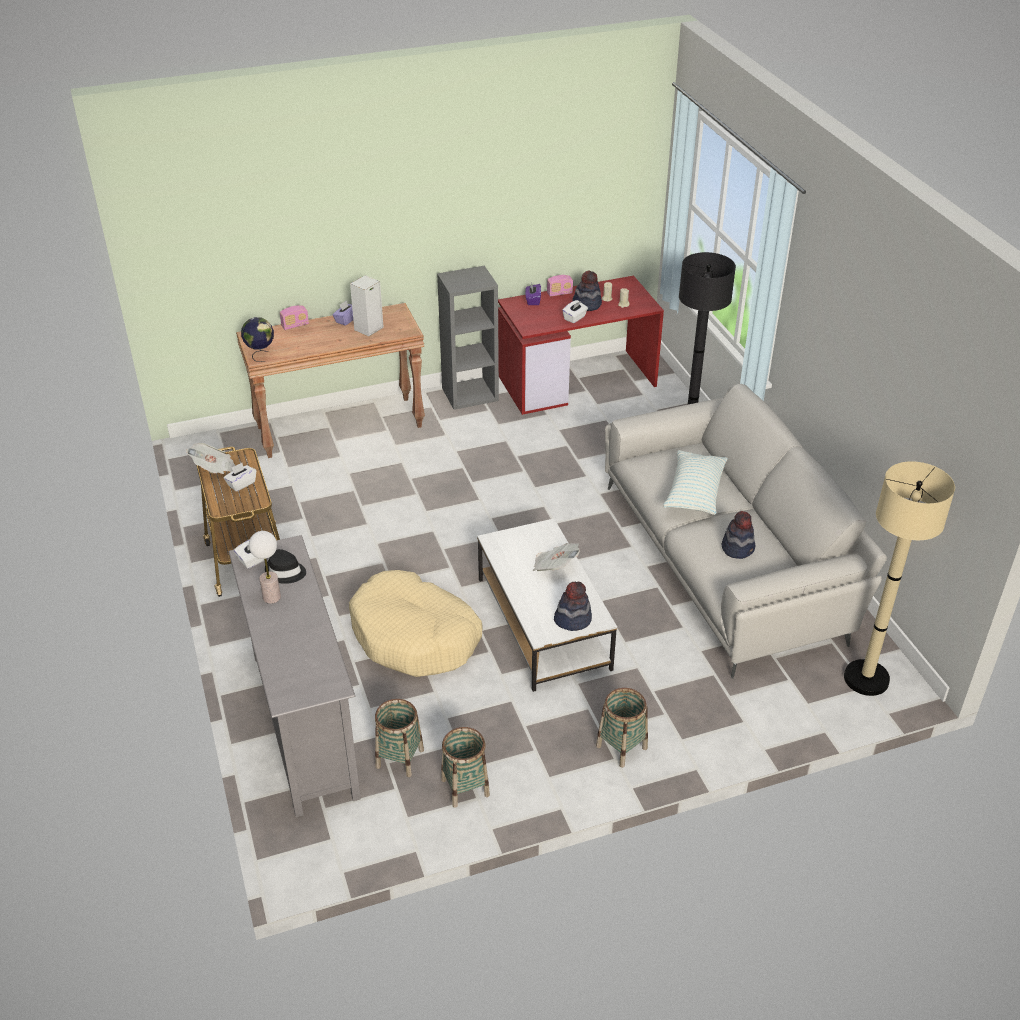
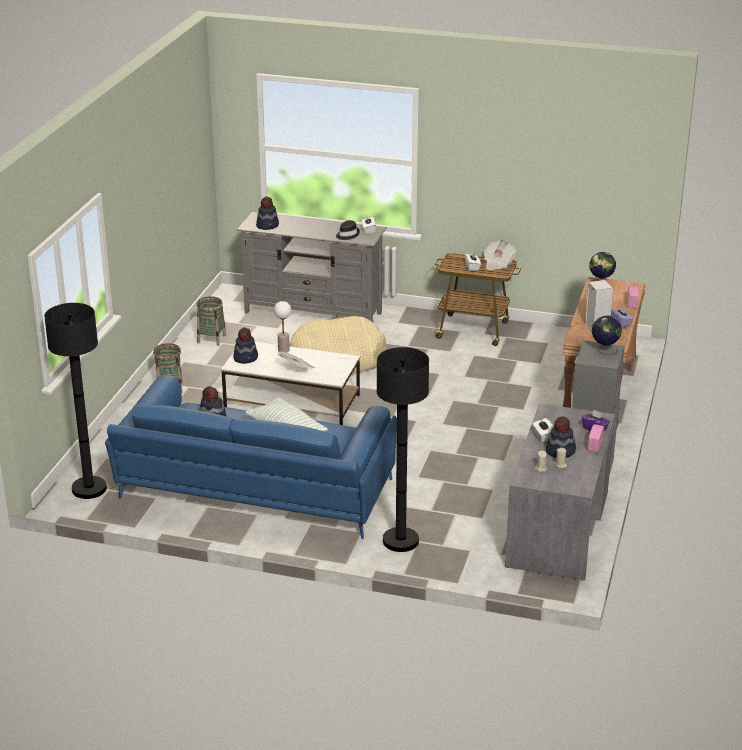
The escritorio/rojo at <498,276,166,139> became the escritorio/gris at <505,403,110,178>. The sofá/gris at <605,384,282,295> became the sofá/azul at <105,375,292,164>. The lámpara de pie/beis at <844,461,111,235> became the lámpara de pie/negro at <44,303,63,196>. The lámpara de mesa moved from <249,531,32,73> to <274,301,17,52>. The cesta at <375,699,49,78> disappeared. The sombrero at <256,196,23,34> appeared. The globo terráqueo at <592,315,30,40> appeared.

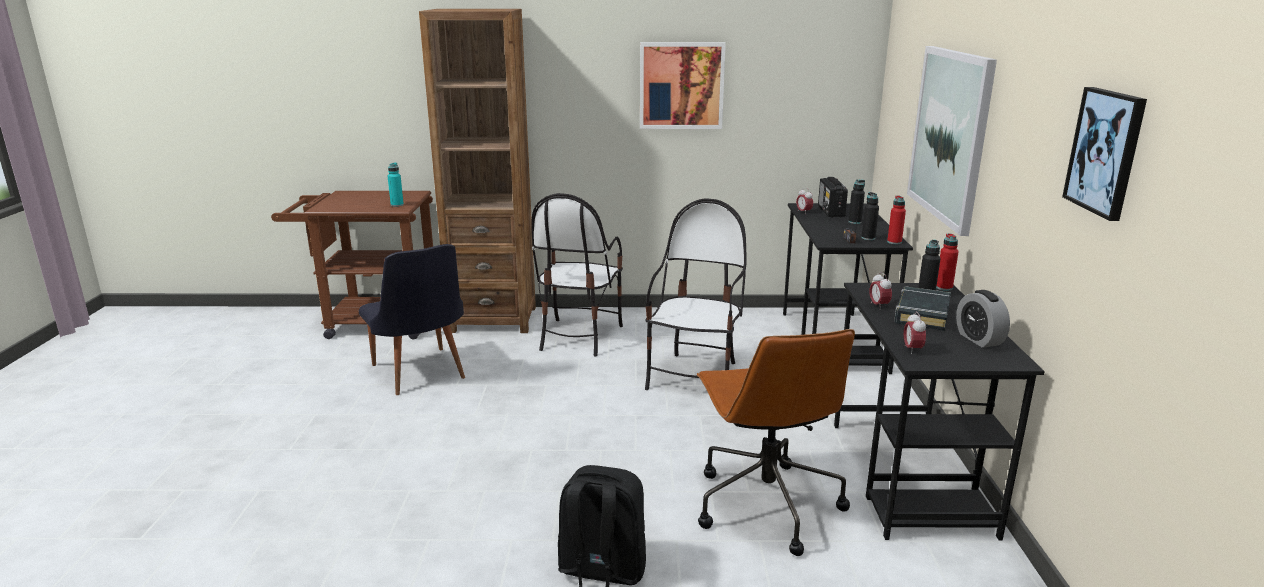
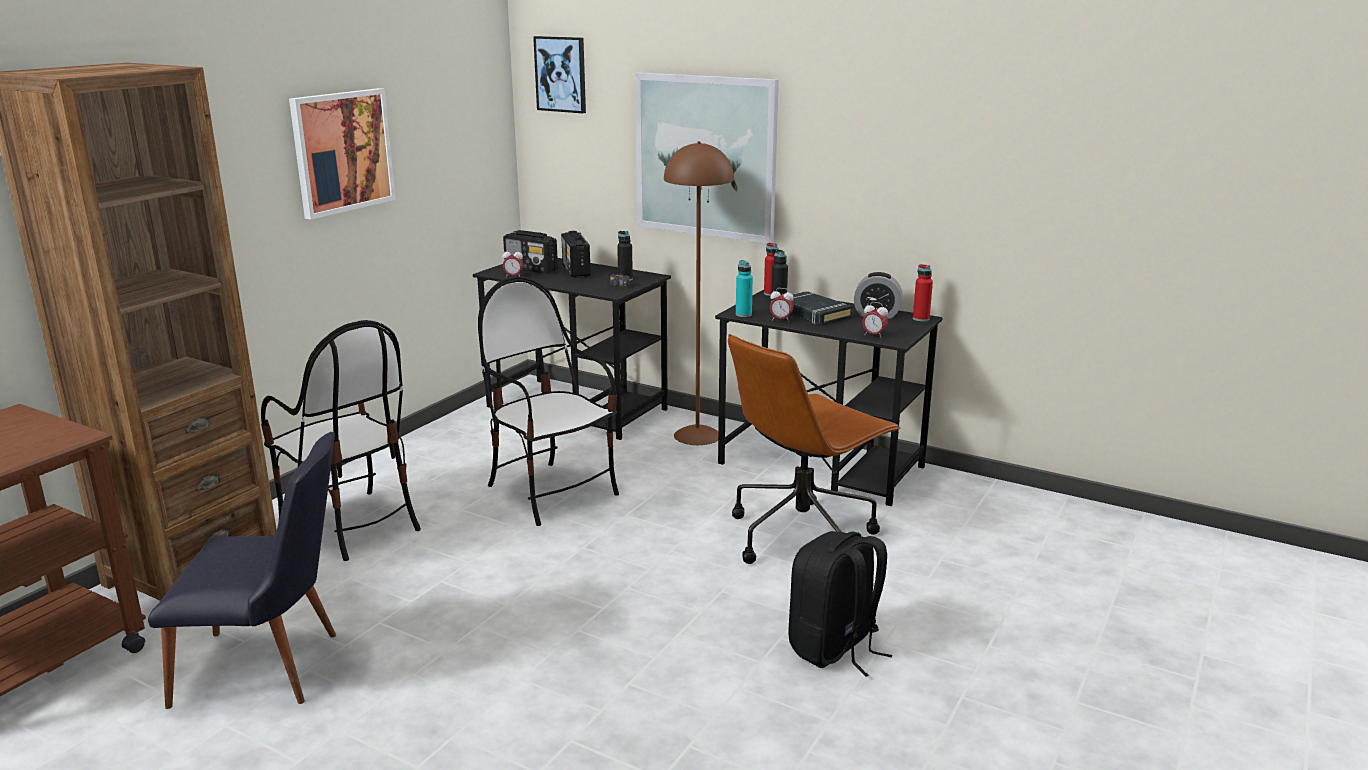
The cuadro moved from <1062,87,85,134> to <533,36,53,77>. The botella/turquesa moved from <388,163,16,44> to <736,260,17,57>. The botella/negro at <848,180,17,44> was replaced by the radio at <561,231,30,47>. The botella/rojo moved from <887,195,19,49> to <913,264,20,57>. The silla de oficina/marrón at <697,329,158,227> turned 120 degrees clockwise. The lámpara de pie/marrón at <664,141,70,304> appeared.

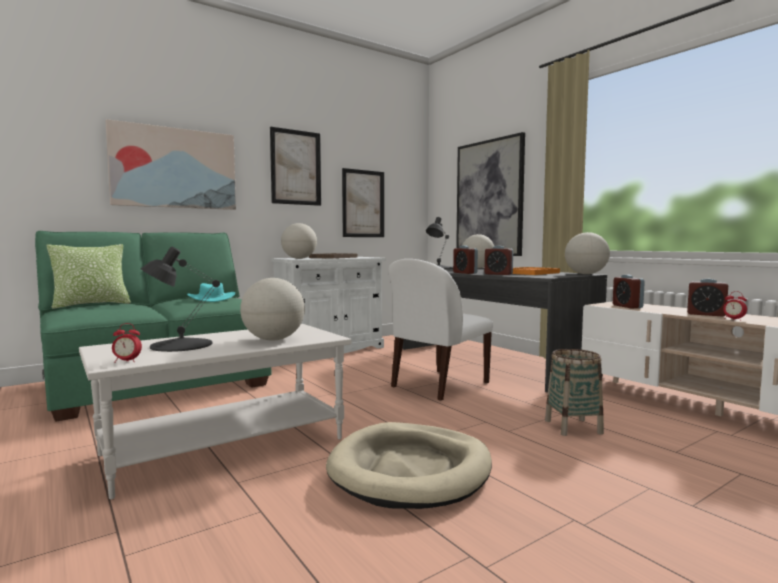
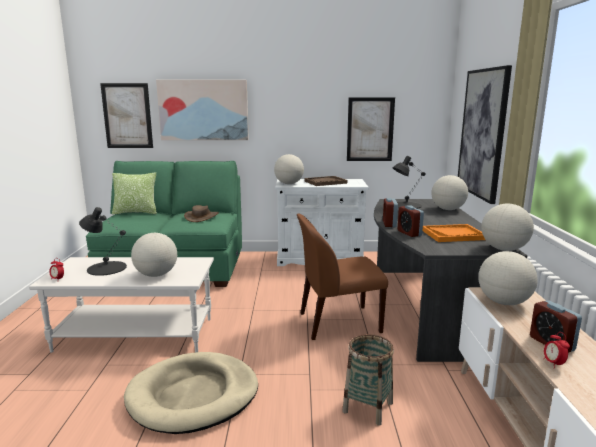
The cuadro moved from <270,126,51,80> to <100,83,53,65>. The silla/blanco at <388,259,105,142> became the silla/marrón at <297,214,91,126>. The despertador at <613,275,32,33> was replaced by the globo terráqueo at <478,251,60,54>. The sombrero/turquesa at <187,283,48,19> became the sombrero/marrón at <184,205,35,17>.

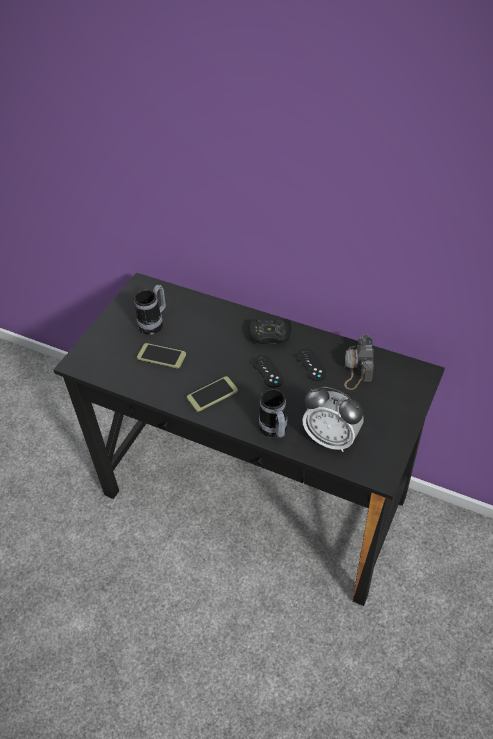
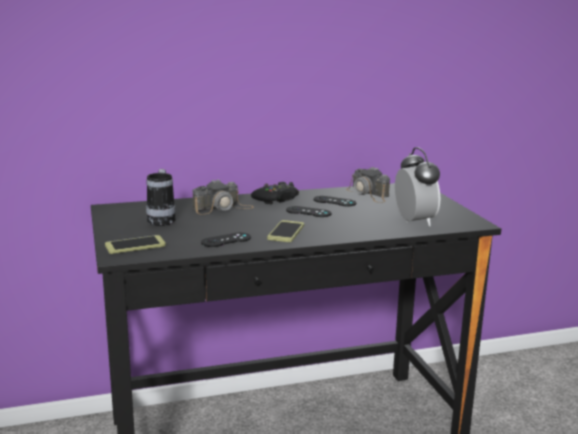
The móvil moved from <137,343,49,25> to <105,235,61,19>. The despertador at <302,387,61,65> turned 90 degrees counterclockwise. The taza grande at <259,389,29,49> disappeared. The cámara at <193,179,61,36> appeared. The mando de consola/negro at <201,233,50,14> appeared.

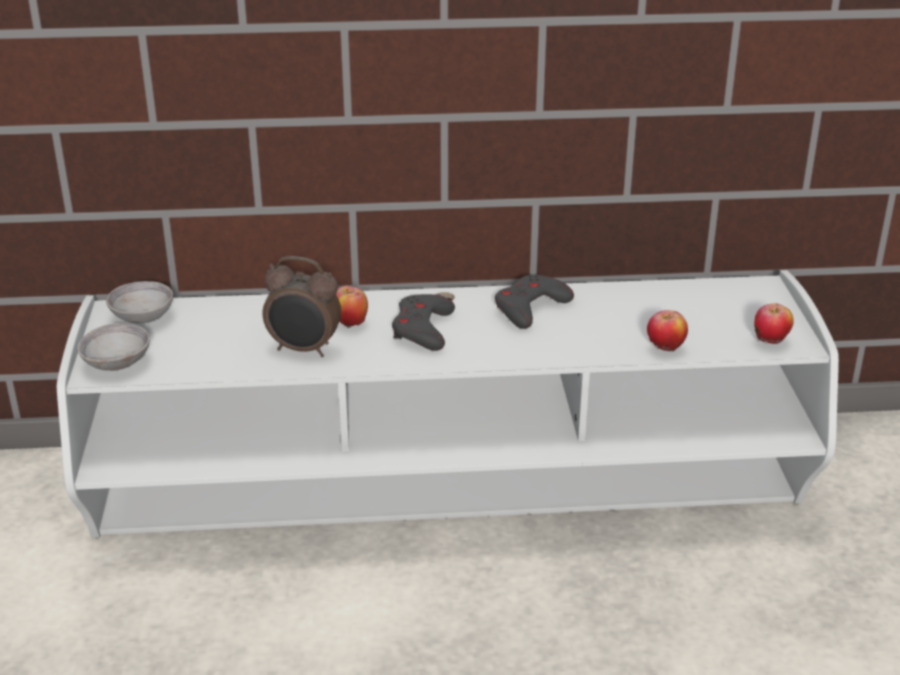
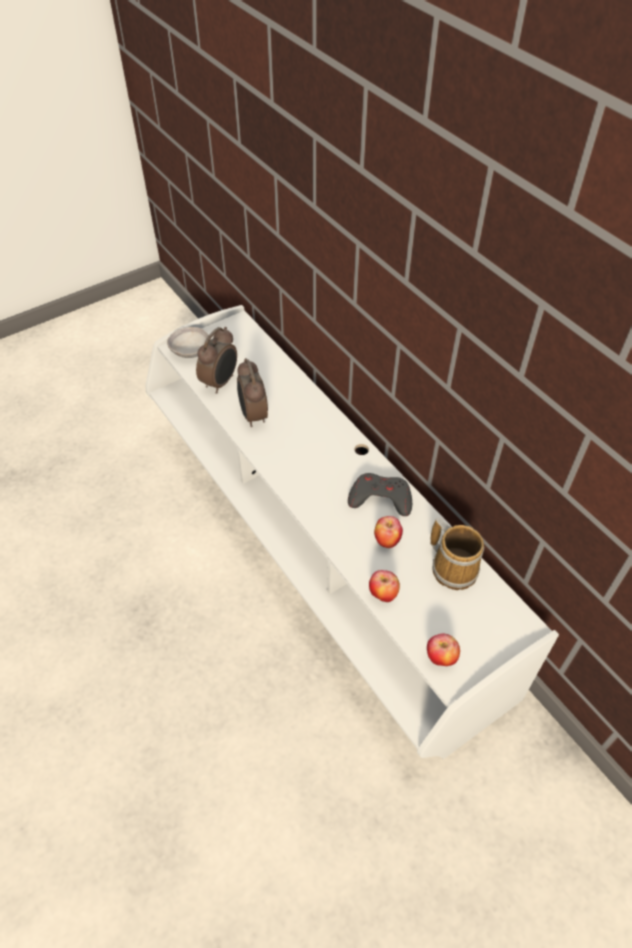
The cuenco/gris at <106,281,67,42> disappeared. The manzana moved from <336,286,32,42> to <374,516,29,32>. The mando de consola/gris at <392,294,63,57> disappeared. The despertador at <196,327,41,67> appeared. The taza grande at <430,517,54,73> appeared.

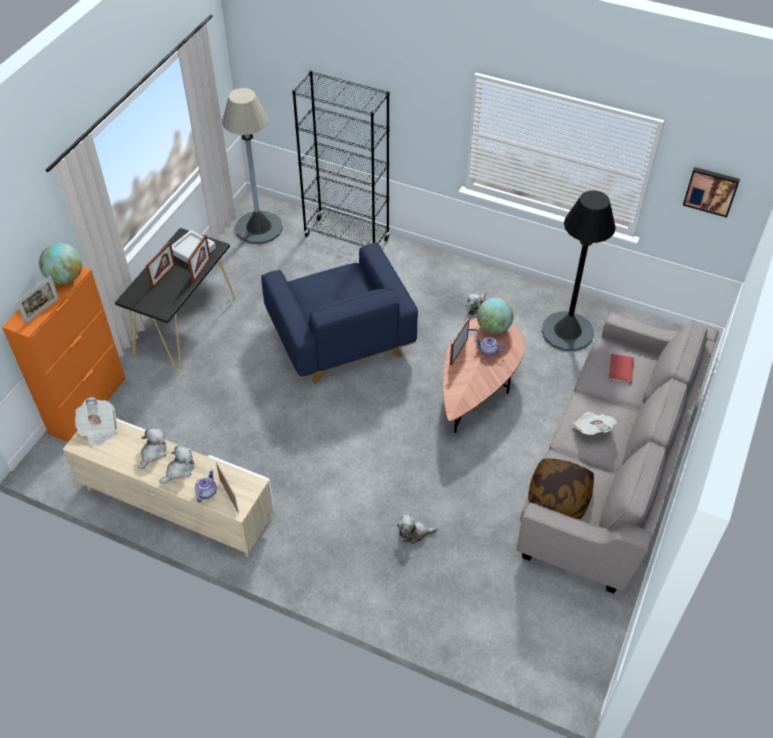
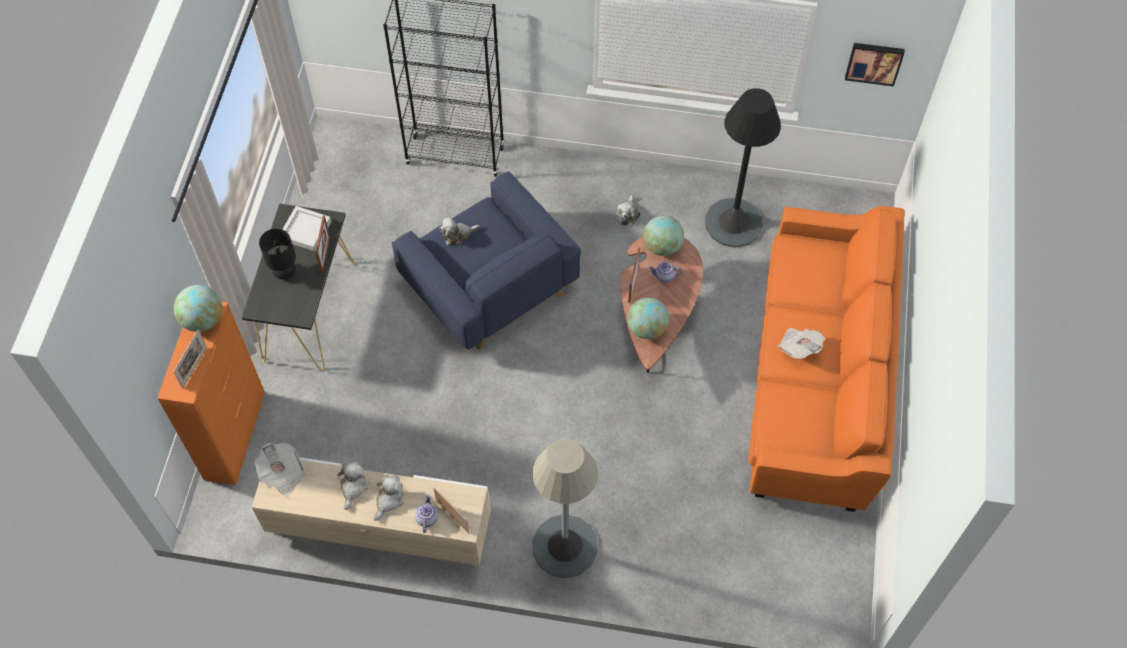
The lámpara de pie/gris moved from <222,88,61,156> to <533,439,65,139>. The portarretratos at <145,242,31,47> was replaced by the lámpara de mesa/negro at <259,228,37,51>. The sofá/gris at <516,313,203,281> became the sofá/naranja at <748,206,157,306>. The libro/rojo at <608,354,26,30> disappeared. The cojín at <528,458,66,61> disappeared. The peluche moved from <397,515,41,29> to <439,217,41,29>. The globo terráqueo at <627,297,42,42> appeared.

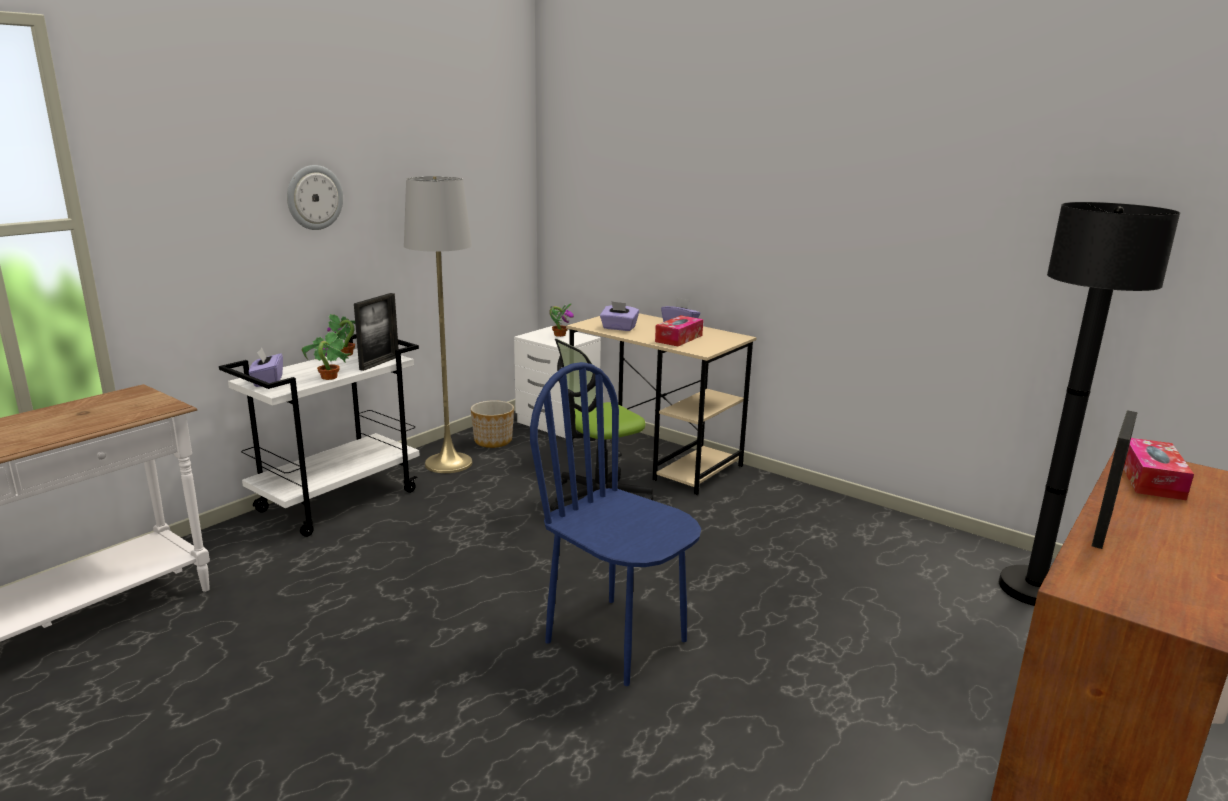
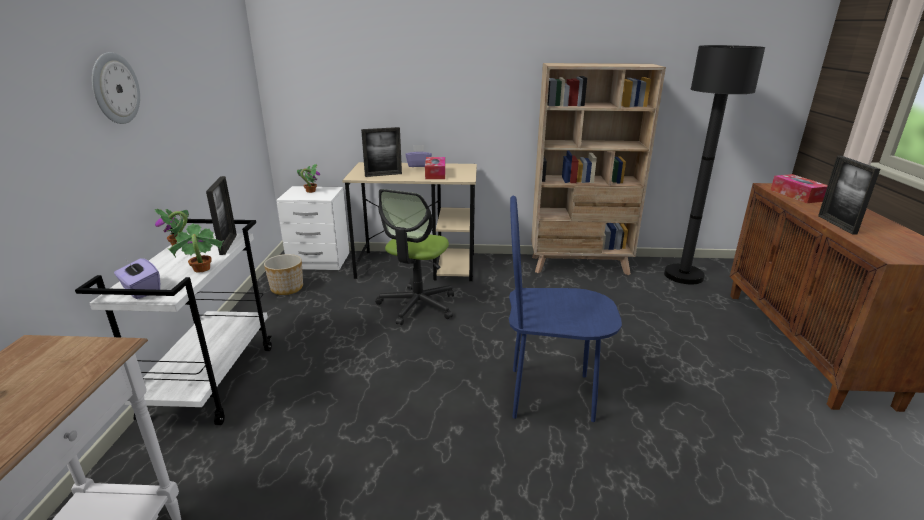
The lámpara de pie/gris at <404,176,69,297> disappeared. The caja de pañuelos/morado at <600,301,39,30> was replaced by the portarretratos at <361,127,41,50>. The estantería/beis at <531,63,135,212> appeared.

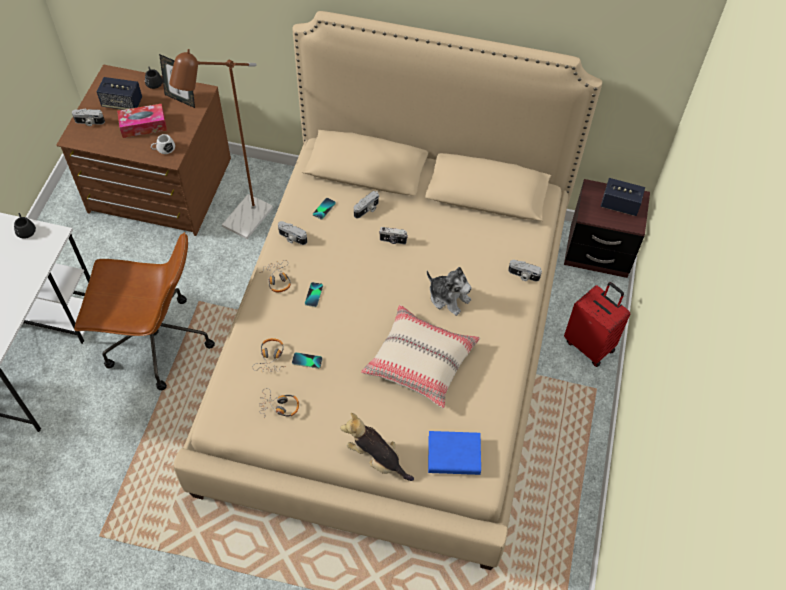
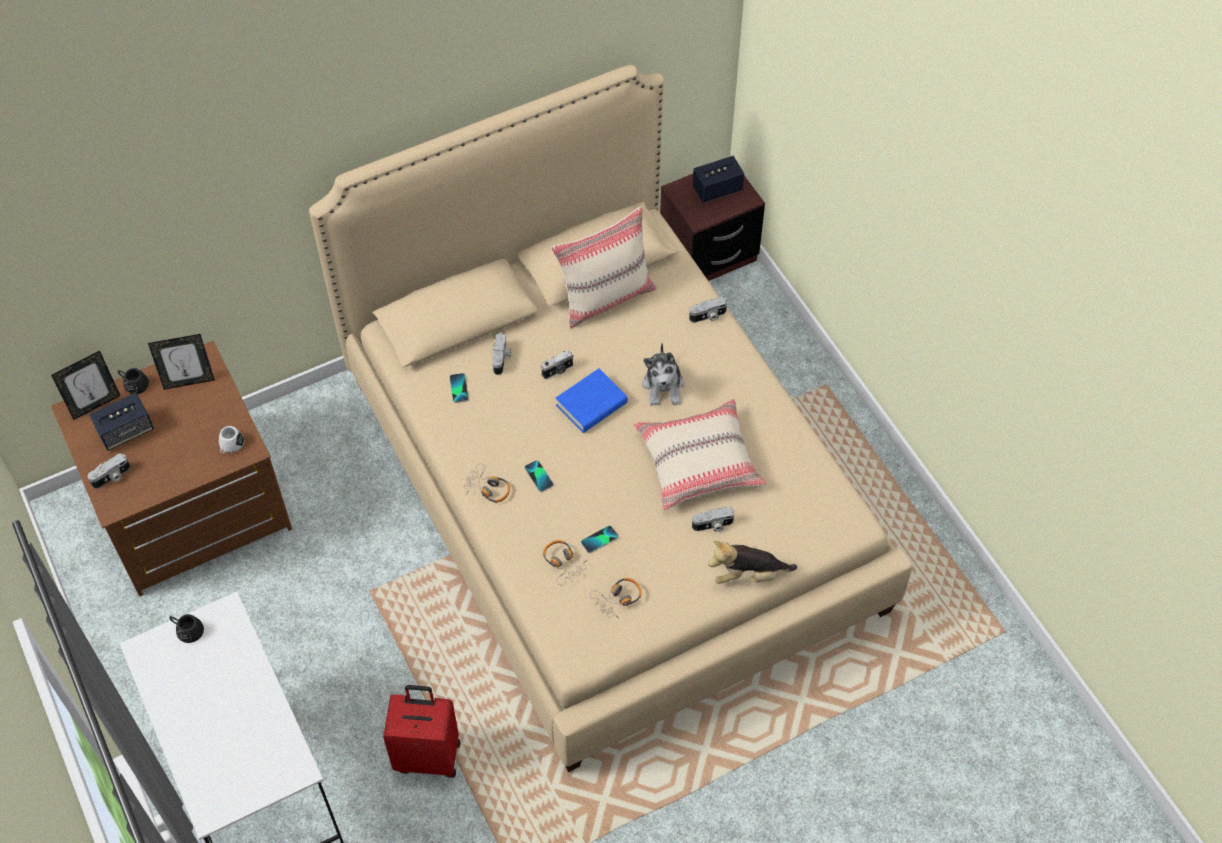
The lámpara de pie/marrón at <169,49,104,190> disappeared. The caja de pañuelos at <117,104,50,34> disappeared. The cámara moved from <278,221,29,24> to <692,507,42,25>. The silla de oficina/marrón at <74,232,141,158> disappeared. The peluche at <427,267,45,49> turned 90 degrees clockwise. The maleta/rojo moved from <564,282,66,85> to <383,685,77,93>. The libro/azul moved from <428,431,53,44> to <556,368,72,65>. The cojín/beis at <551,206,106,122> appeared. The portarretratos at <51,350,69,70> appeared.

